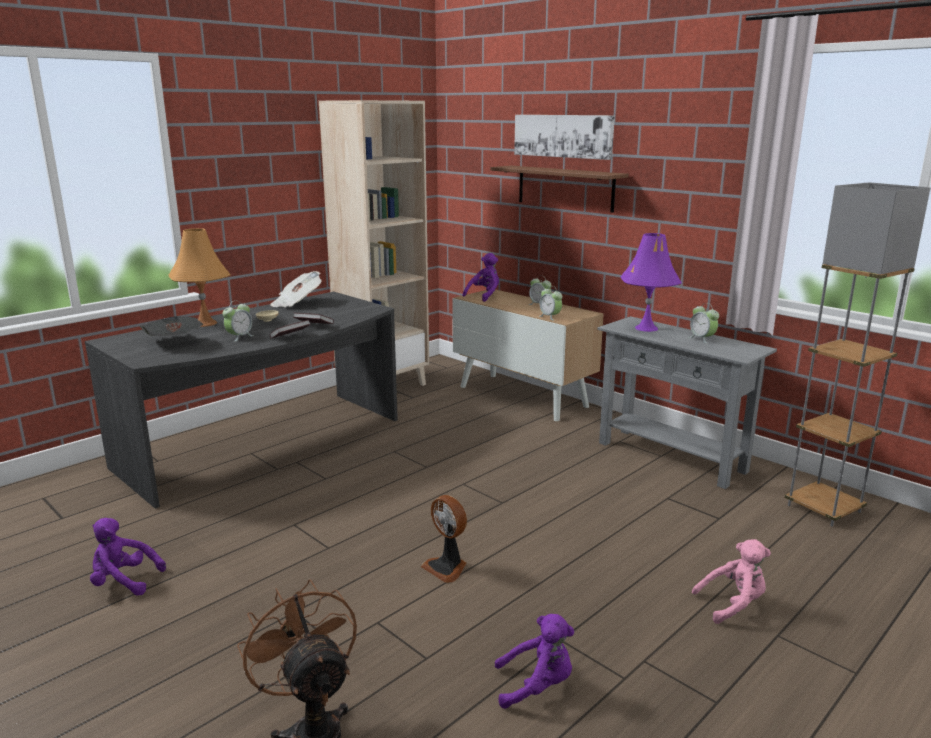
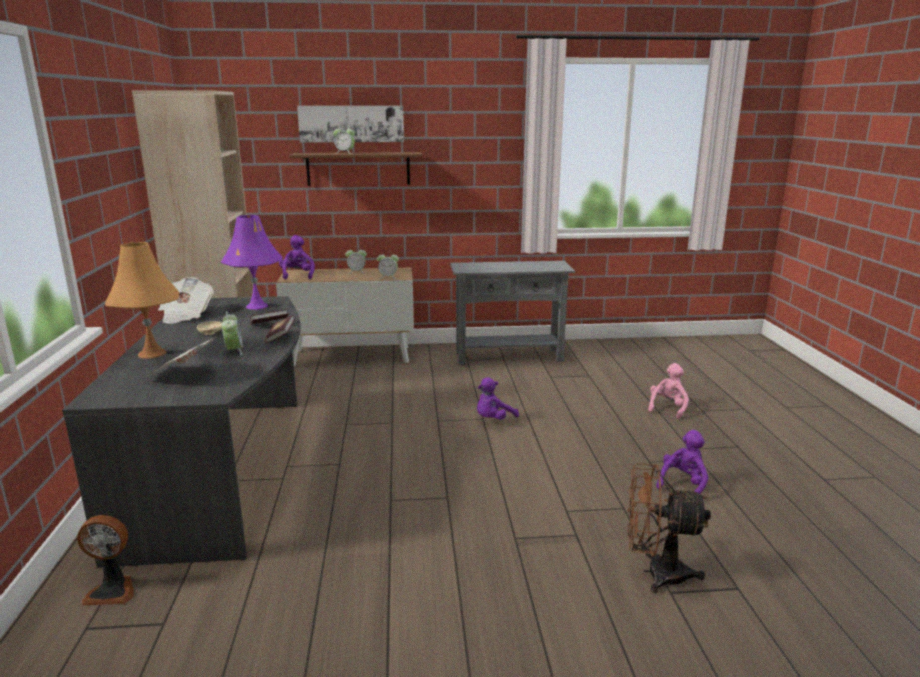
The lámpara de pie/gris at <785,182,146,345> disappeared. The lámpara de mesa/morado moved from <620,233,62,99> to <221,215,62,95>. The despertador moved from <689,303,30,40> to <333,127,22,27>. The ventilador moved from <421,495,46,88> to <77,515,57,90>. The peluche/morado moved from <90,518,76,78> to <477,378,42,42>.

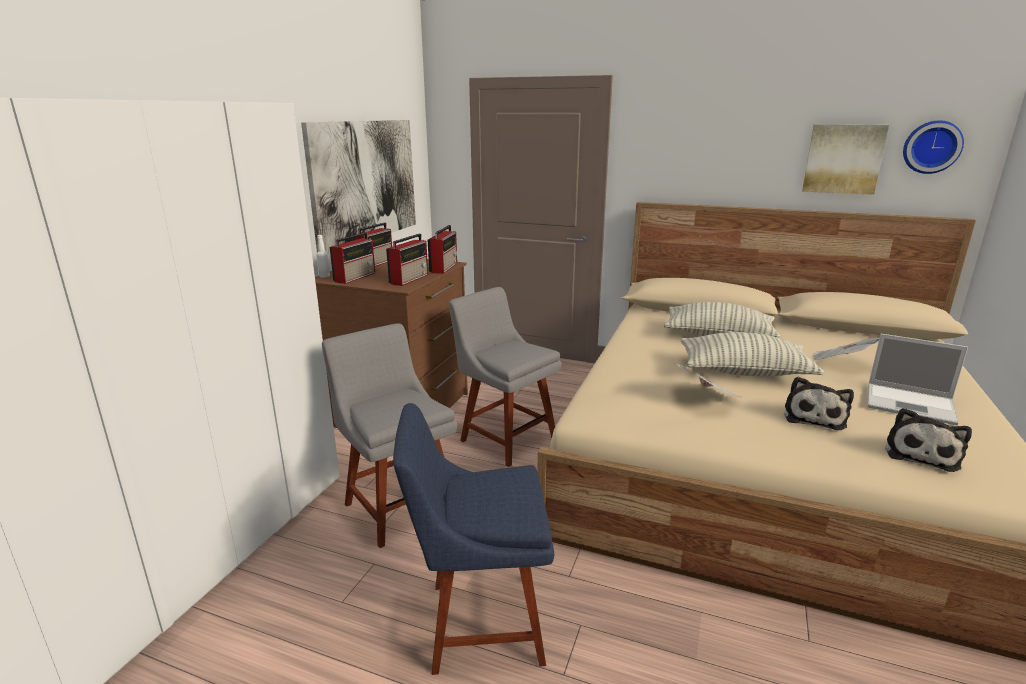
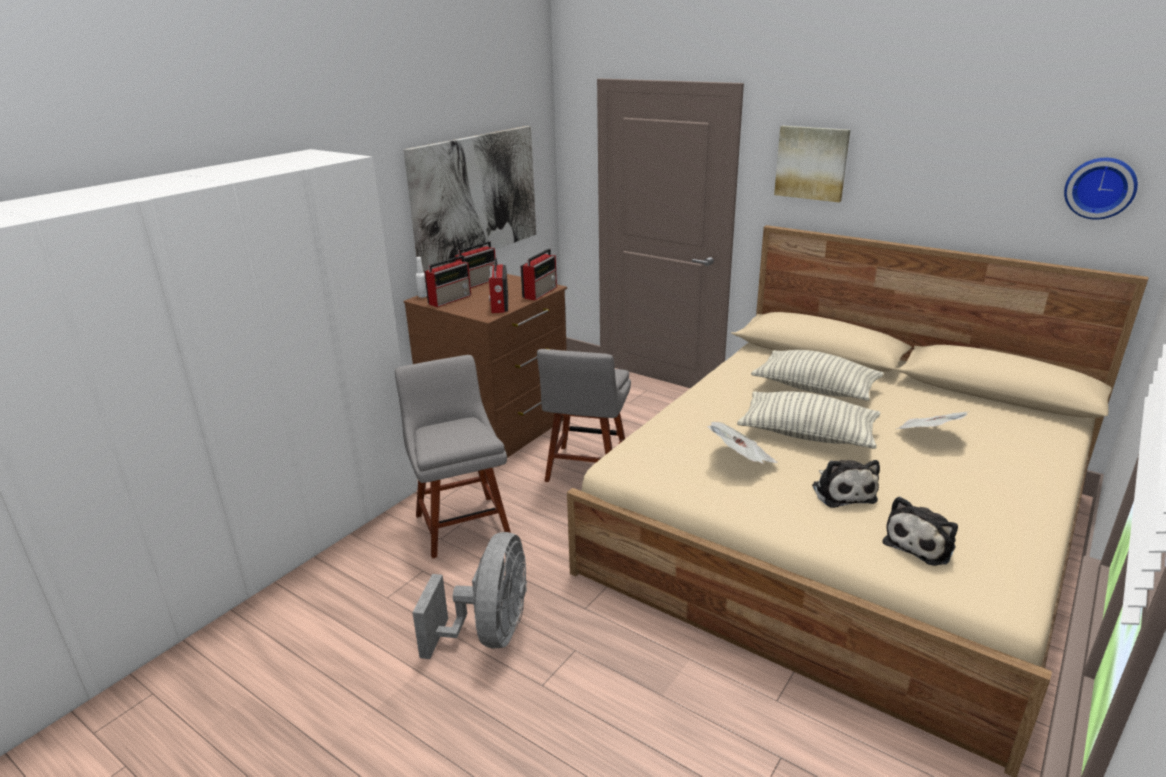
The cuadro moved from <802,124,87,71> to <774,126,76,76>. The radio at <386,234,42,52> turned 135 degrees clockwise. The silla/gris at <449,287,113,180> turned 135 degrees counterclockwise. The portátil at <867,334,101,92> disappeared. The peluche at <784,377,70,53> turned 45 degrees counterclockwise. The silla/azul at <393,403,161,272> was replaced by the ventilador/gris at <412,532,115,127>.

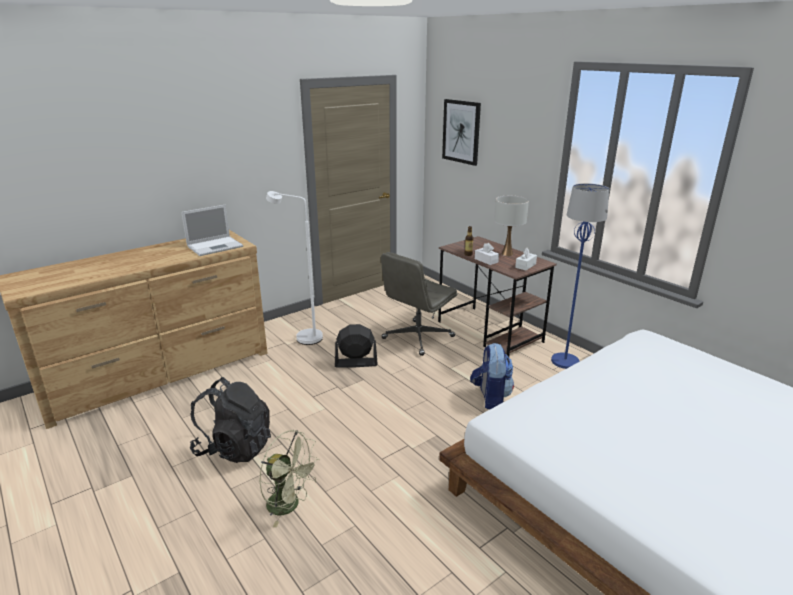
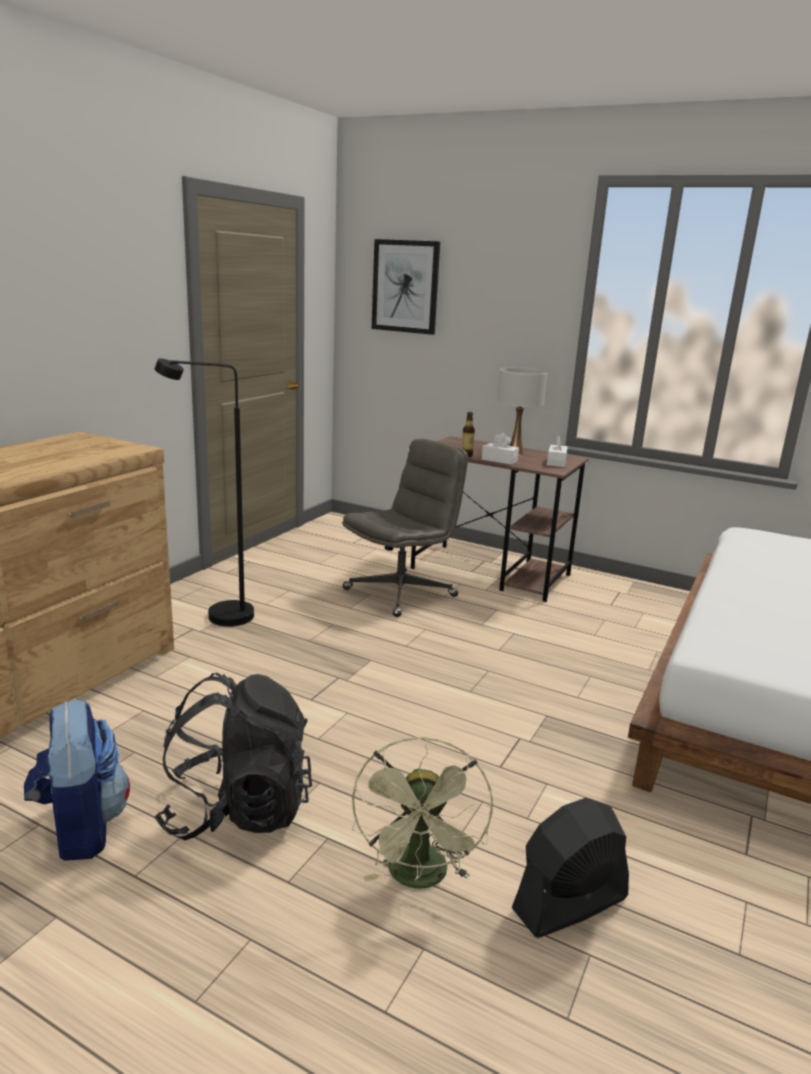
The lámpara de pie/azul at <551,183,58,186> disappeared. The lámpara de pie/blanco at <266,191,57,154> became the lámpara de pie/negro at <154,358,100,268>. The portátil at <181,205,62,51> disappeared. The silla de oficina/gris at <381,252,77,104> turned 150 degrees counterclockwise. The ventilador/negro moved from <335,324,43,44> to <512,798,117,140>. The mochila moved from <470,343,44,66> to <24,700,106,161>. The ventilador/verde at <259,430,61,97> turned 90 degrees clockwise.

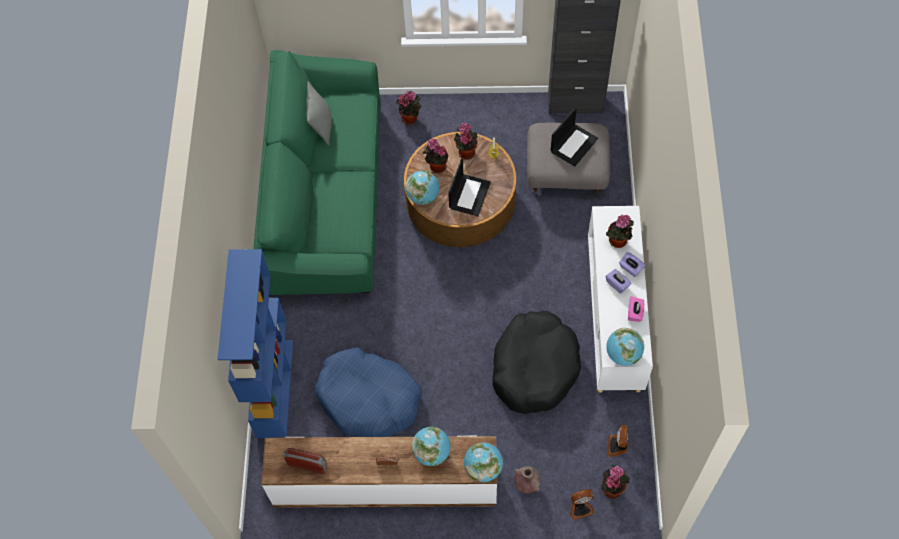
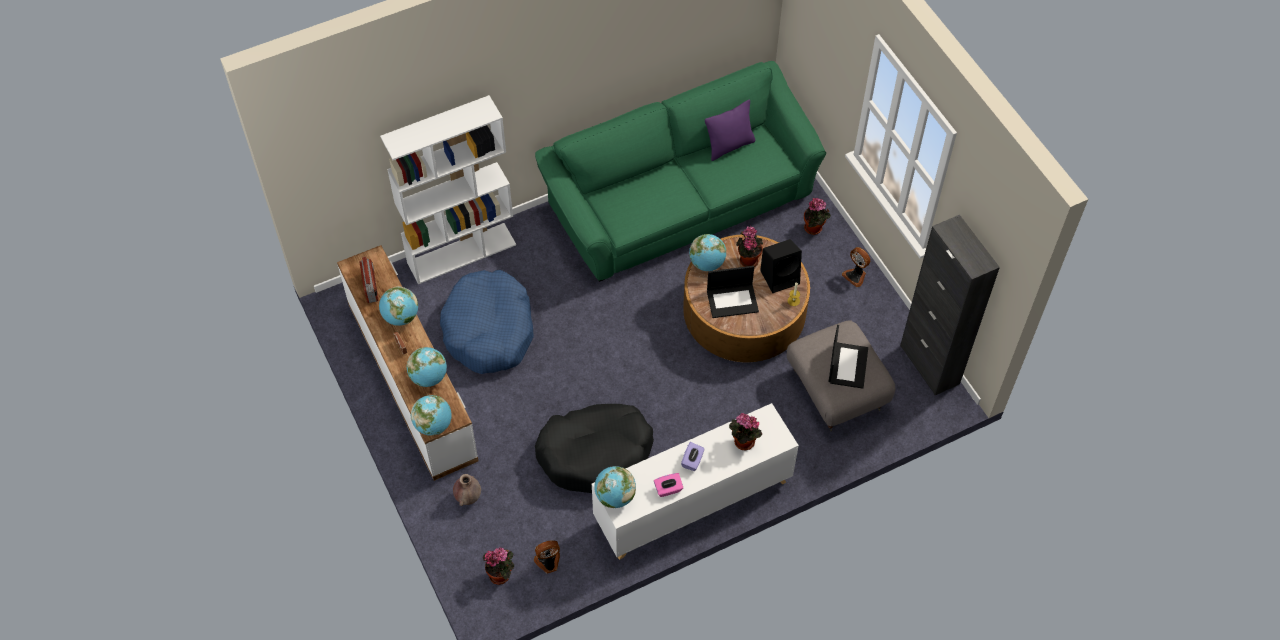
The cojín/gris at <306,81,26,65> became the cojín/morado at <705,100,51,61>. The portátil at <551,107,47,59> turned 90 degrees counterclockwise. The planta en maceta at <454,123,24,37> was replaced by the altavoz/negro at <760,239,42,54>. The estantería/azul at <218,249,75,190> became the estantería/blanco at <380,95,136,189>. The caja de pañuelos/morado at <619,252,27,25> disappeared. The ventilador moved from <570,489,24,31> to <842,247,28,40>. The globo terráqueo at <379,286,39,40> appeared.

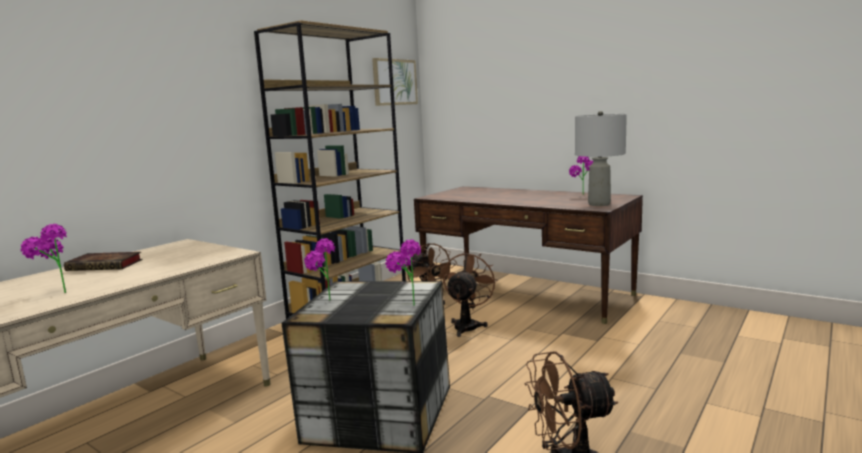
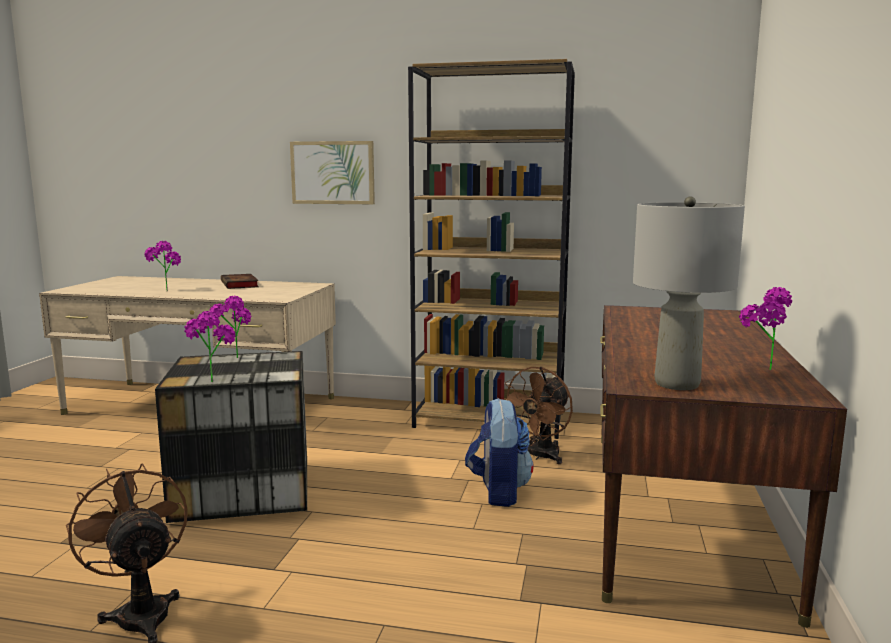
The cuadro moved from <372,58,46,48> to <290,141,85,63>. The ventilador/marrón at <443,252,55,85> was replaced by the mochila at <465,398,68,109>.

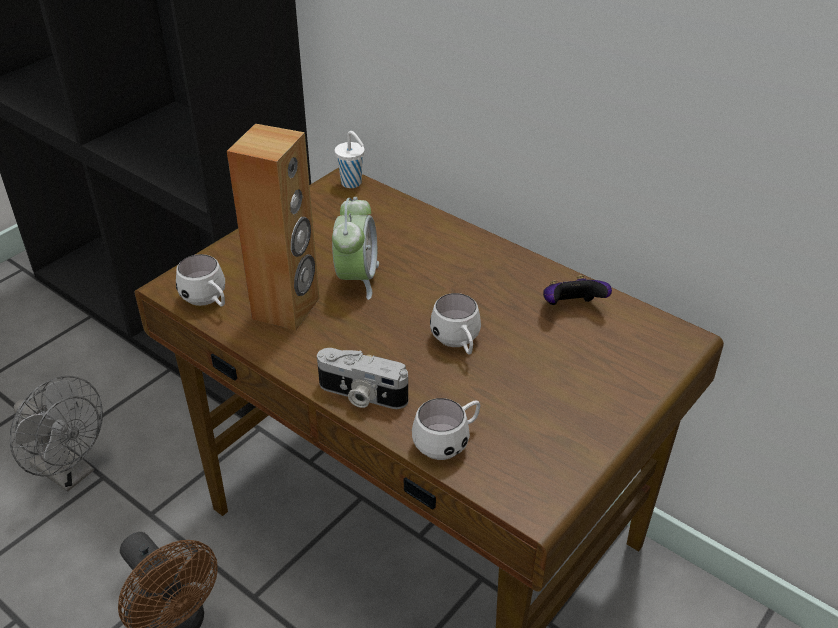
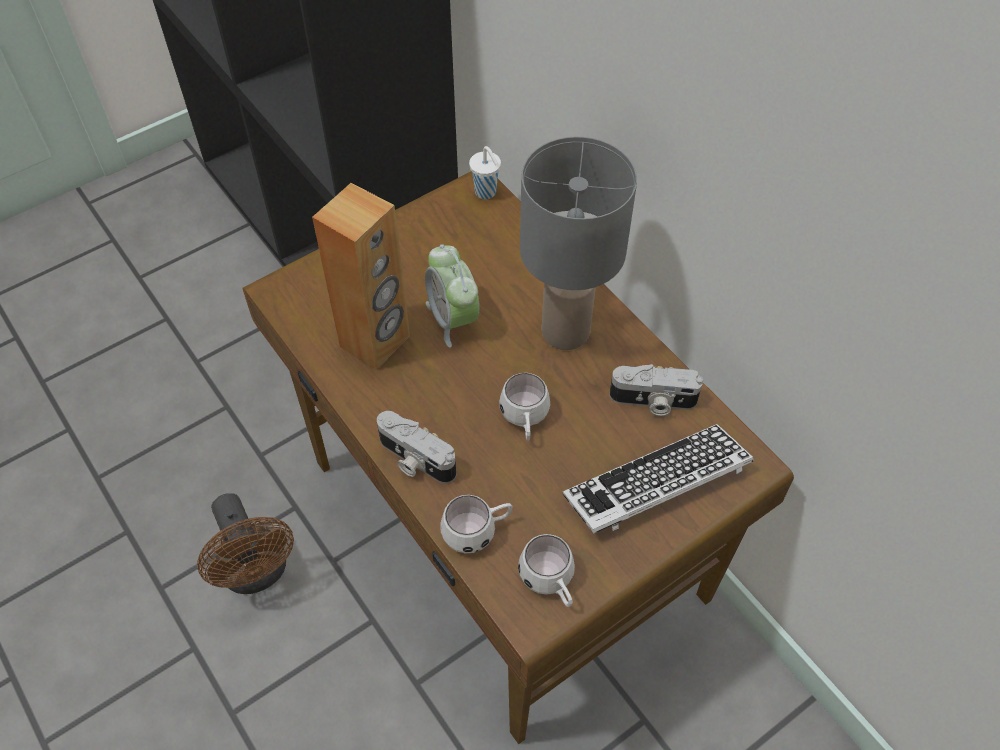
The despertador at <332,197,47,103> turned 135 degrees clockwise. The taza grande/blanco moved from <176,254,49,53> to <518,534,57,73>. The mando de consola at <543,275,69,30> was replaced by the cámara at <610,364,93,52>. The ventilador/gris at <10,376,93,116> disappeared. The lámpara de mesa/gris at <520,137,117,213> appeared. The teclado at <563,424,191,109> appeared.

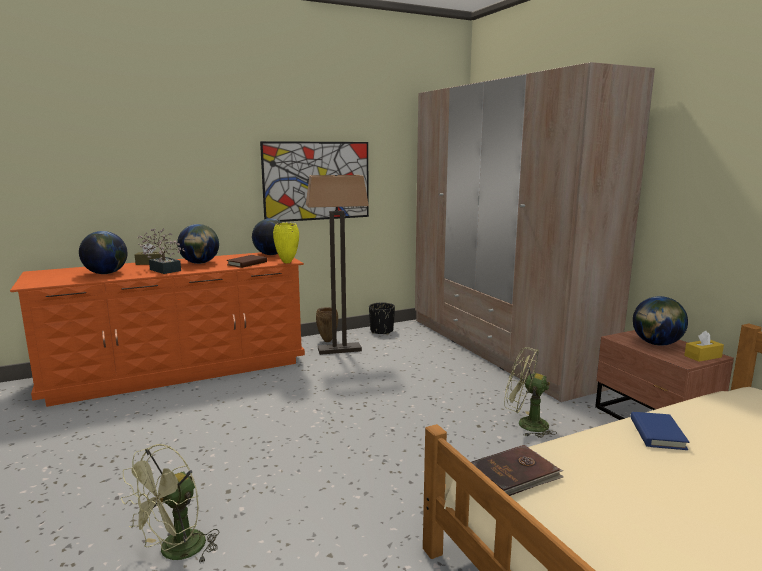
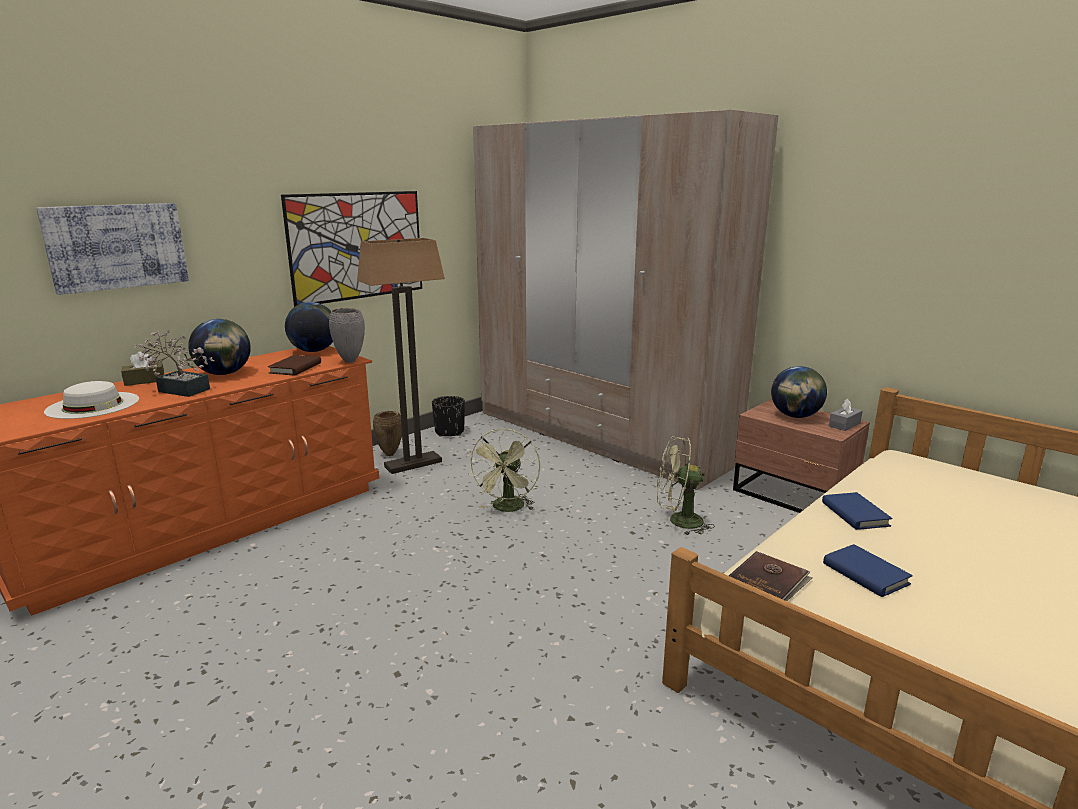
The florero/amarillo at <273,223,26,40> became the florero/gris at <329,308,36,55>. The globo terráqueo at <79,231,48,43> was replaced by the sombrero/blanco at <44,381,95,38>. The caja de pañuelos/amarillo at <684,331,40,31> became the caja de pañuelos/gris at <829,398,34,33>. The ventilador/verde moved from <121,444,98,120> to <469,428,71,84>. The cuadro at <36,203,153,92> appeared. The libro/azul at <823,544,90,53> appeared.

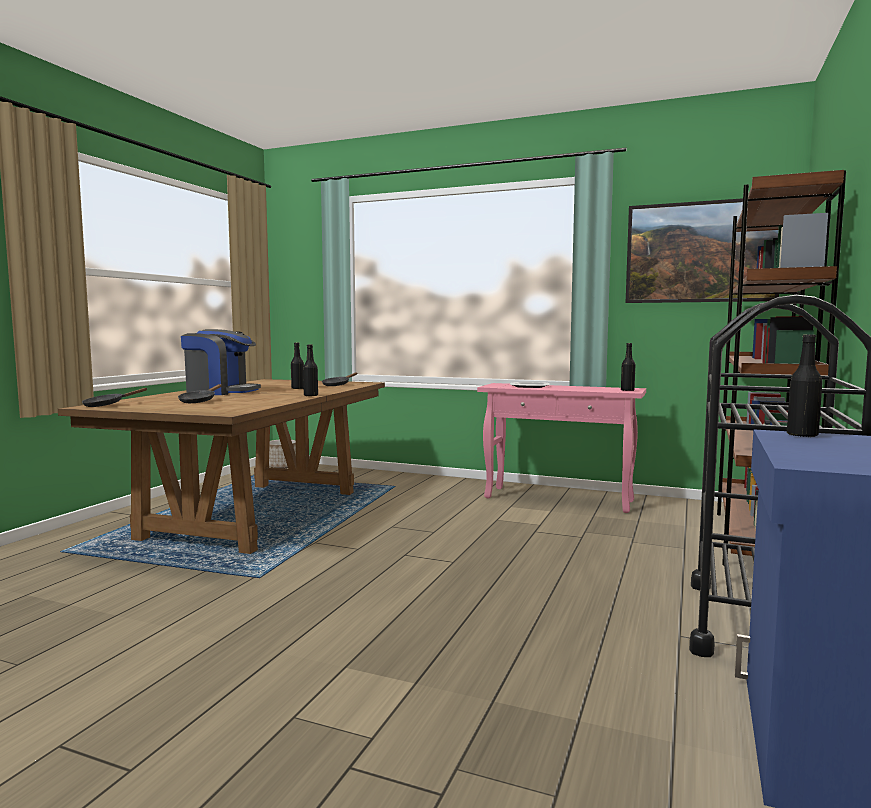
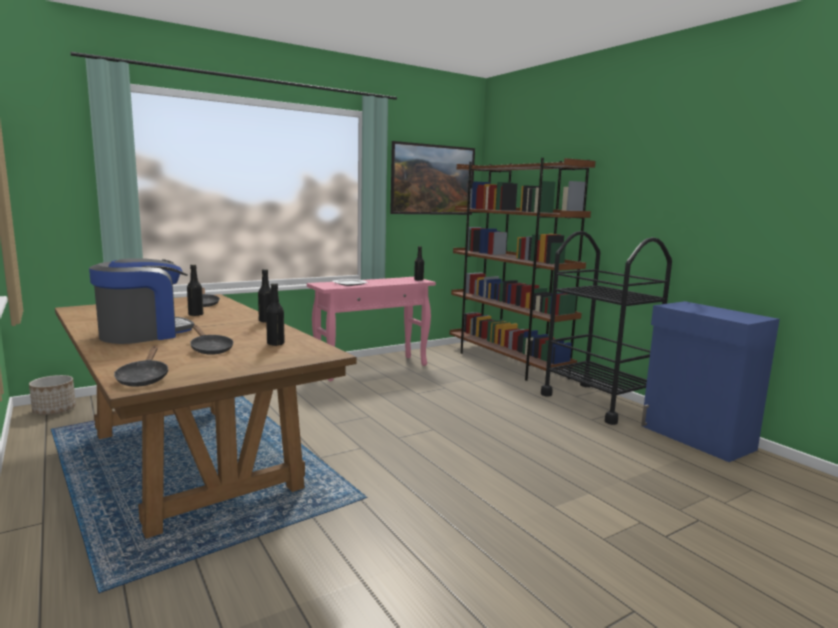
The botella/negro moved from <787,334,36,103> to <266,283,19,63>.

